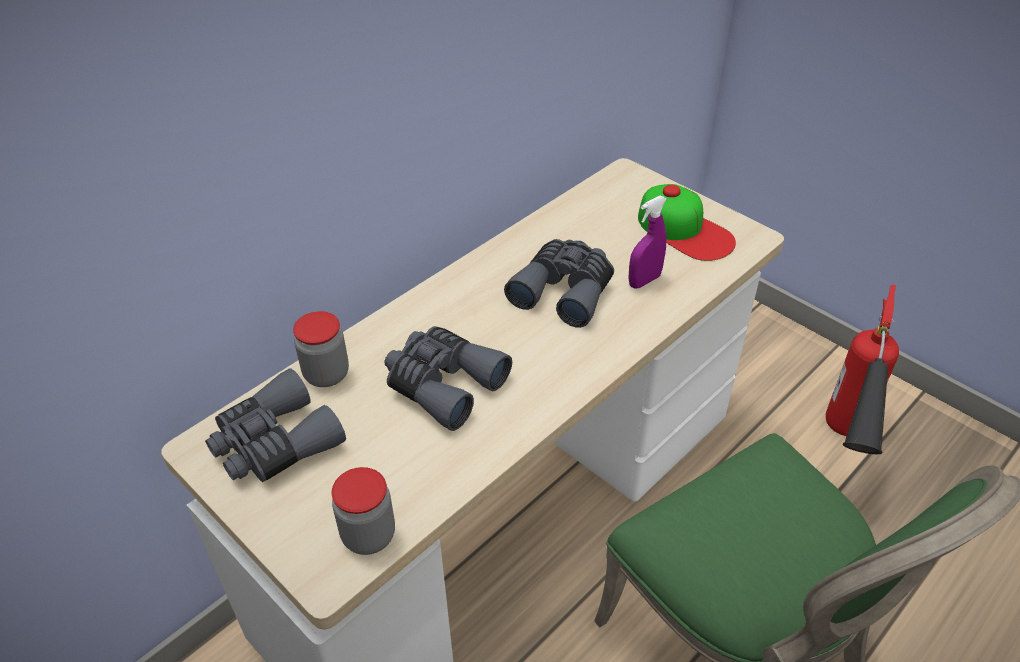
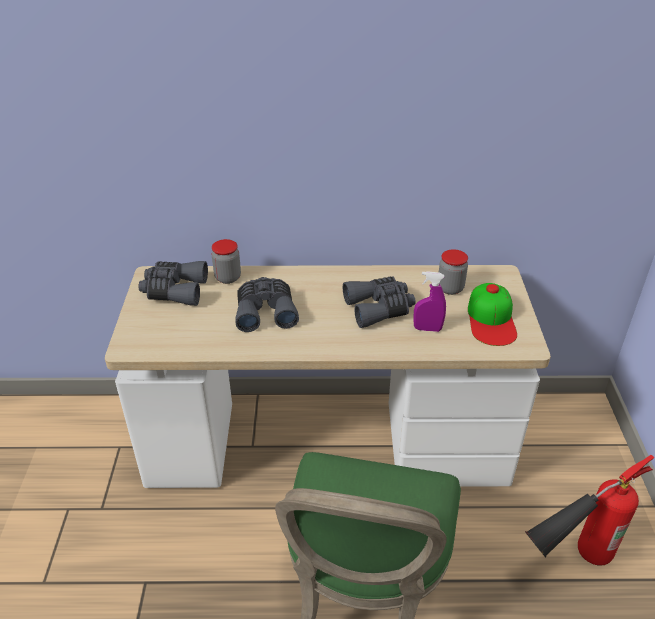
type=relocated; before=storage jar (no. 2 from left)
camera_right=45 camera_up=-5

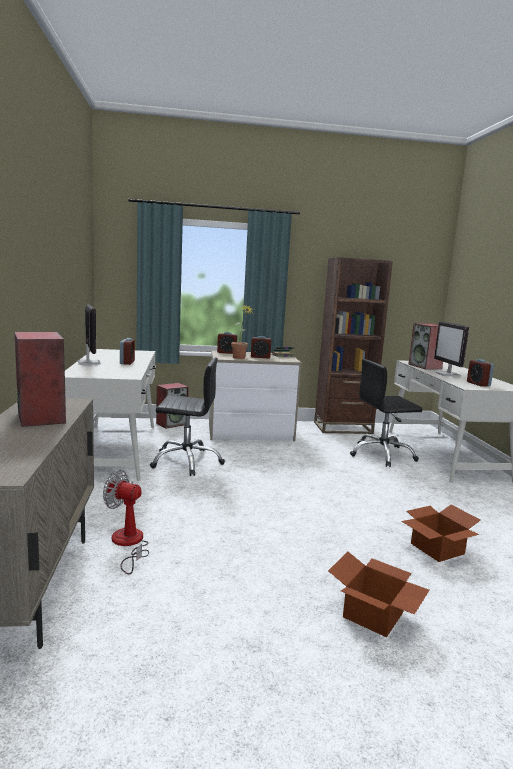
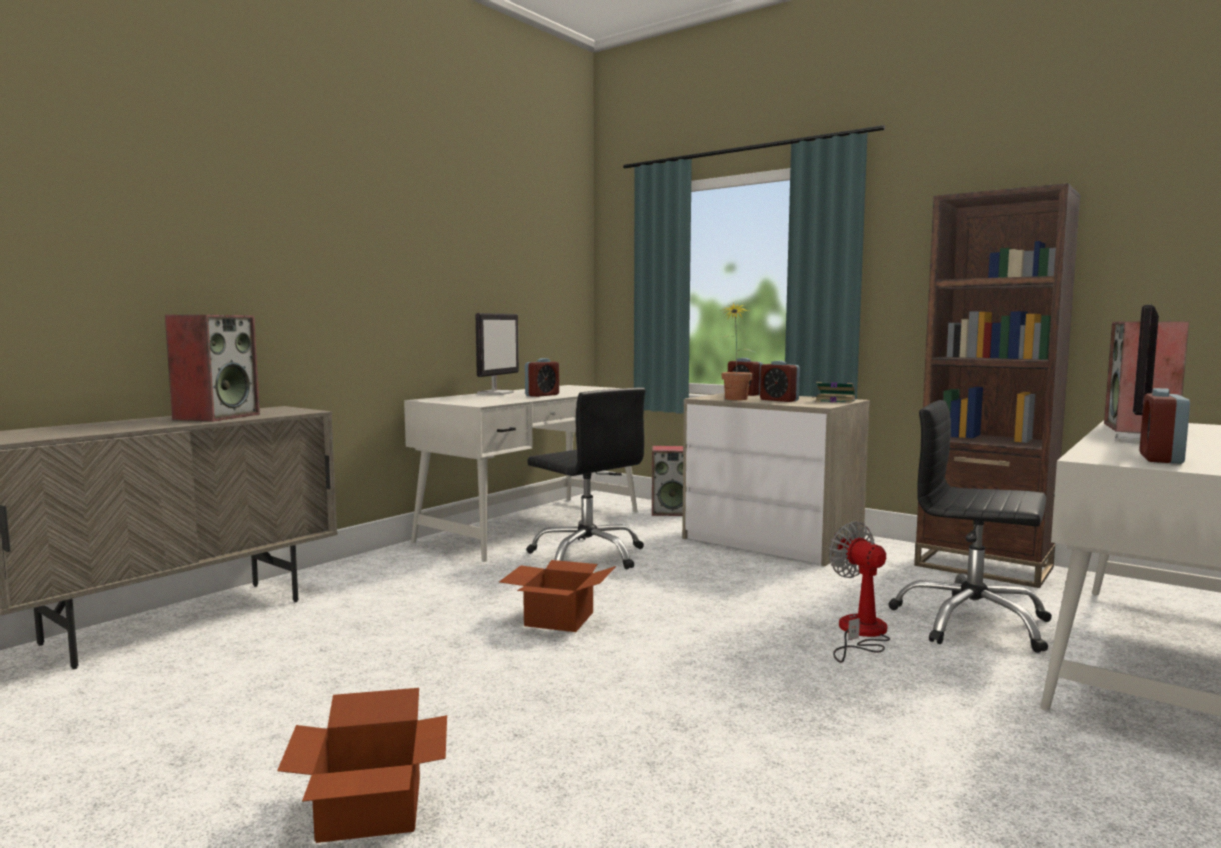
type=relocated; before=carton (no. 2 from left)
type=relocated; before=cooling fan
camera_right=45 camera_up=-5

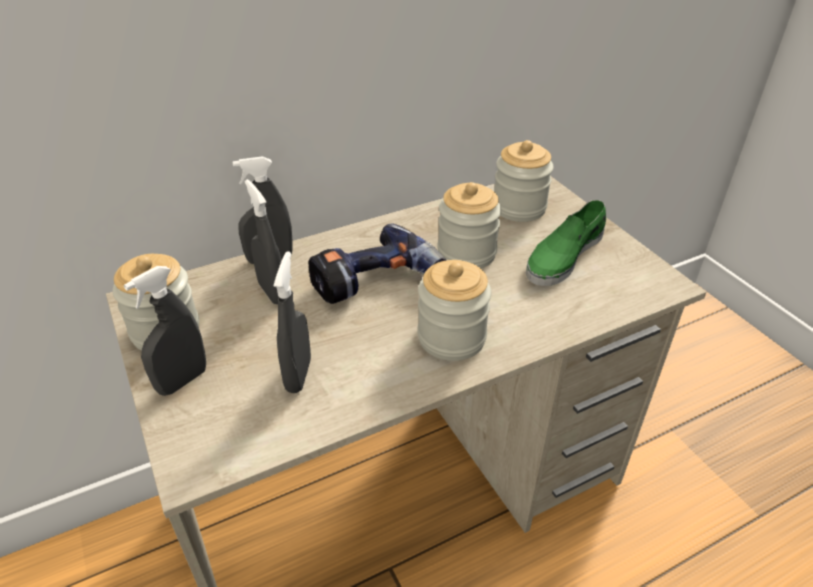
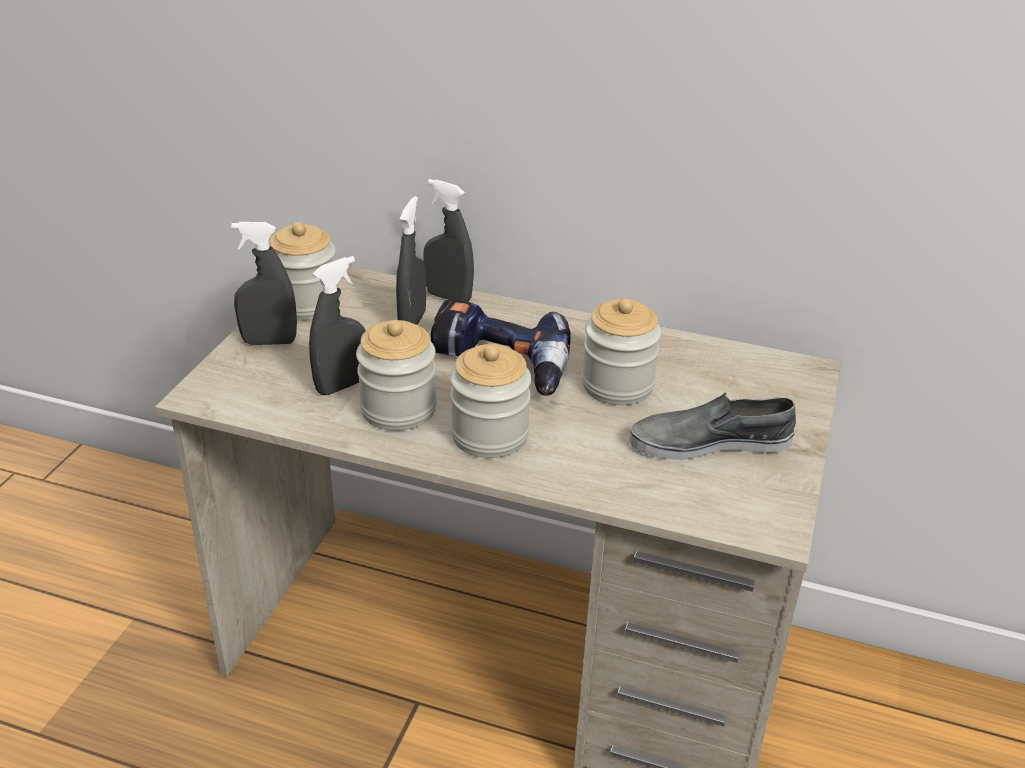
type=relocated; before=storage jar (no. 4 from left in the first image); after=storage jar (no. 2 from left)
type=colour; before=green-coloured shoe; after=grey shoe
camera_right=45 camera_up=-5

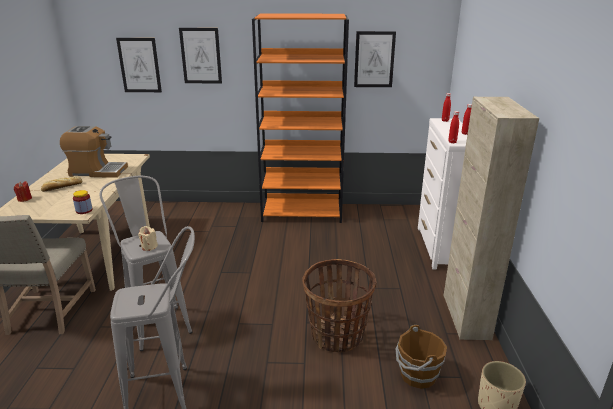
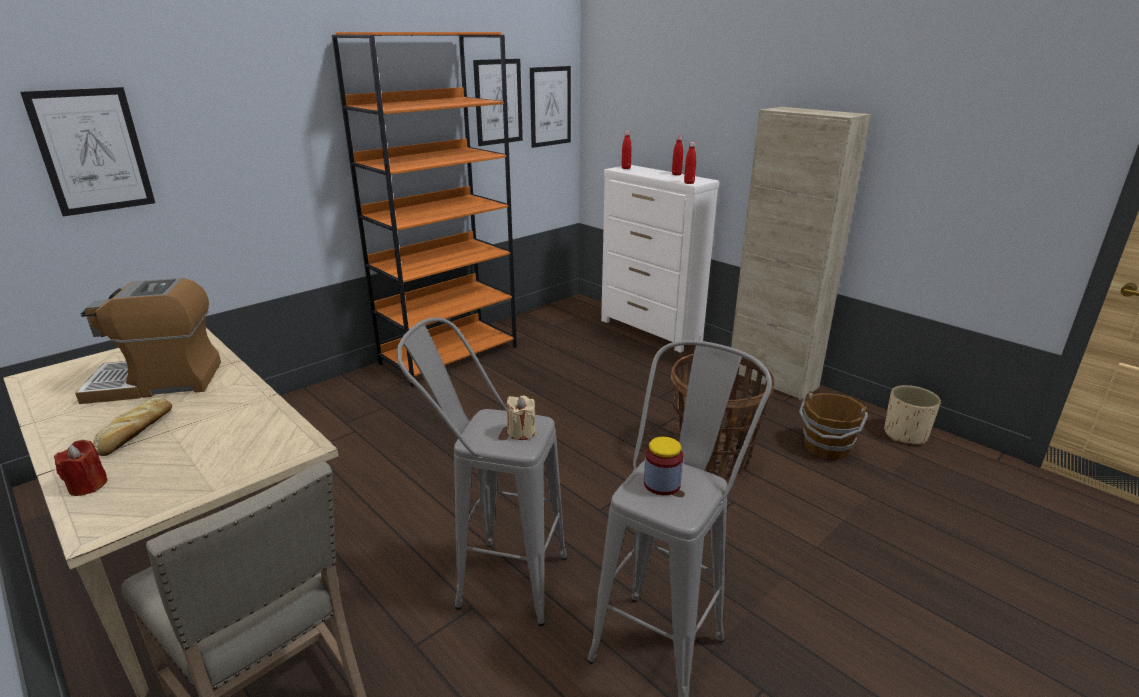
type=spun; before=coffee brewer; turn=-150
type=relocated; before=wall picture (no. 2 from left in the first image); after=wall picture (no. 3 from left)
type=relocated; before=storage jar
camera_right=-45 camera_up=0

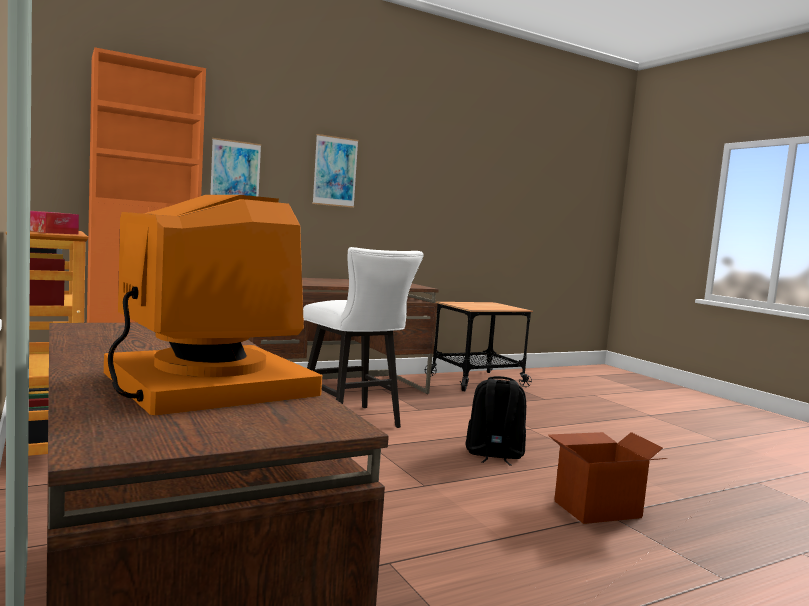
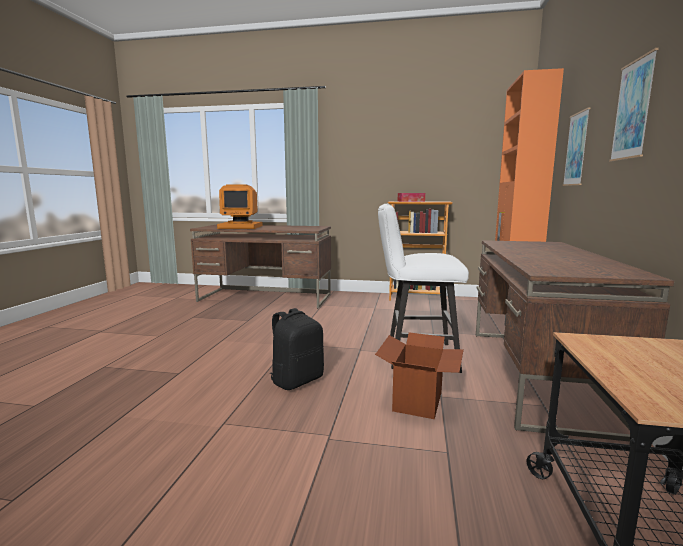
type=relocated; before=carton
camera_right=130 camera_up=5

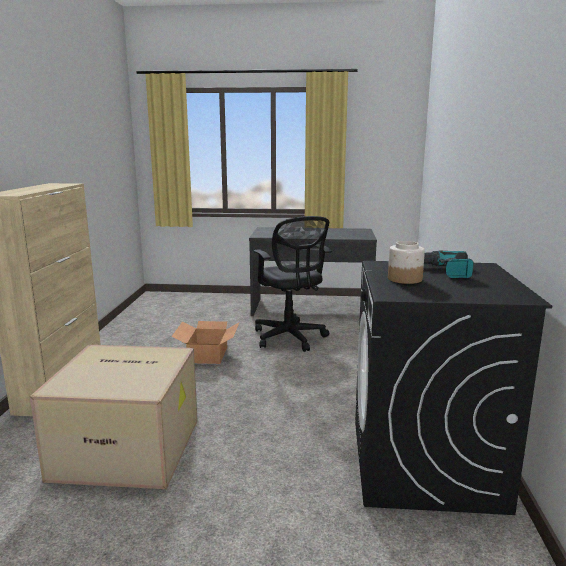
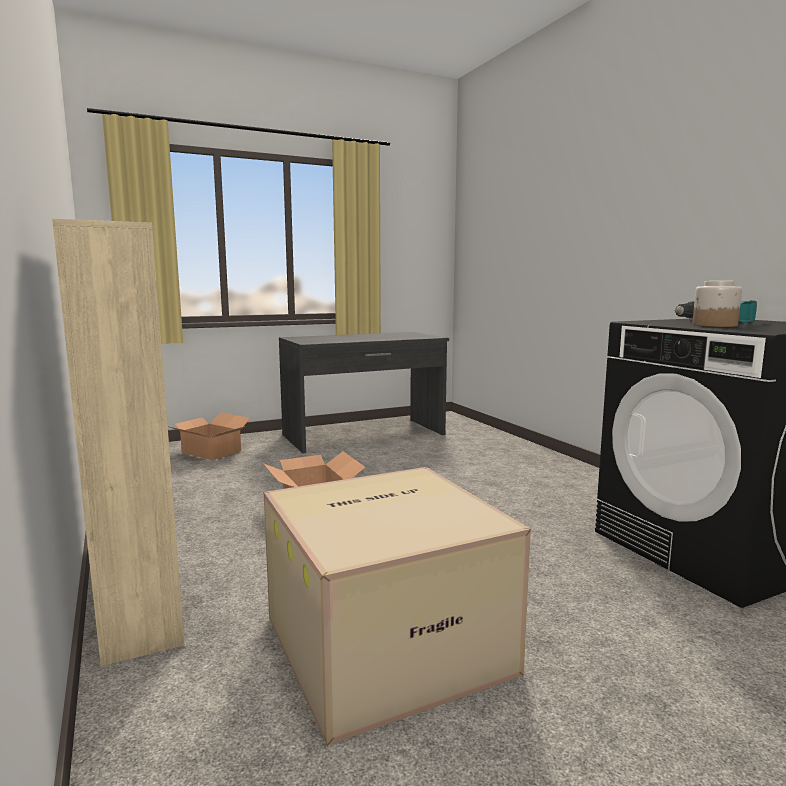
type=appeared; after=carton (no. 1 from left)
type=missing; before=black-coloured desk chair
camera_right=-30 camera_up=-5

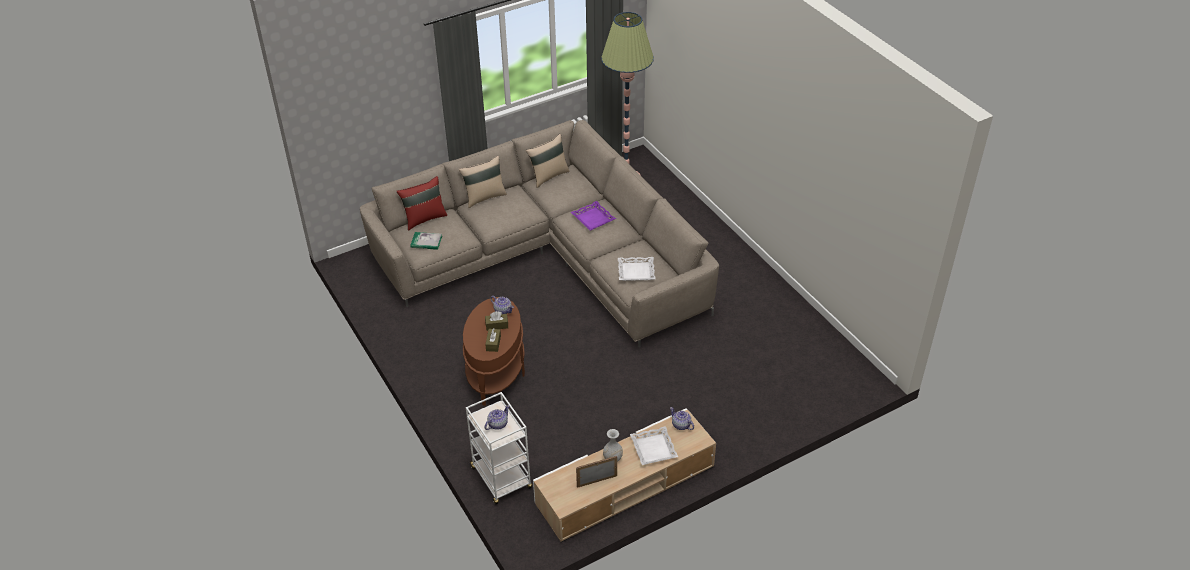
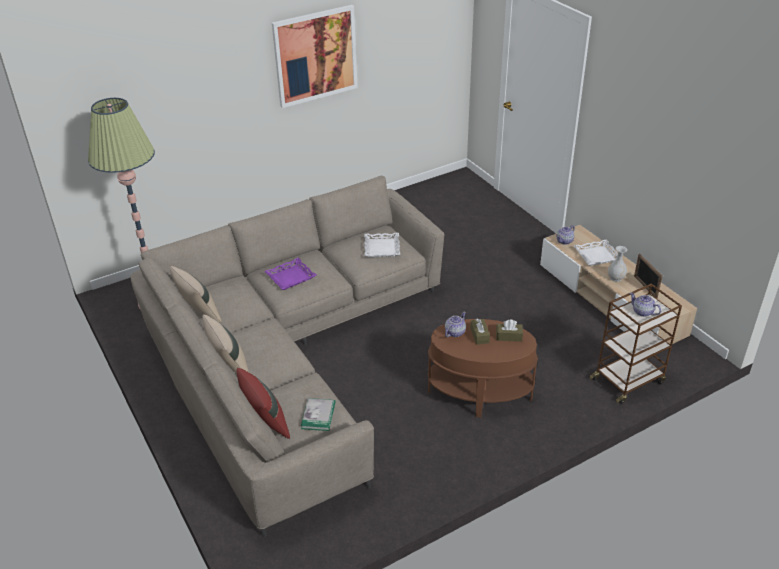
type=appeared; after=wall picture
type=colour; before=whitish cart; after=brown cart
camera_right=-90 camera_up=-5

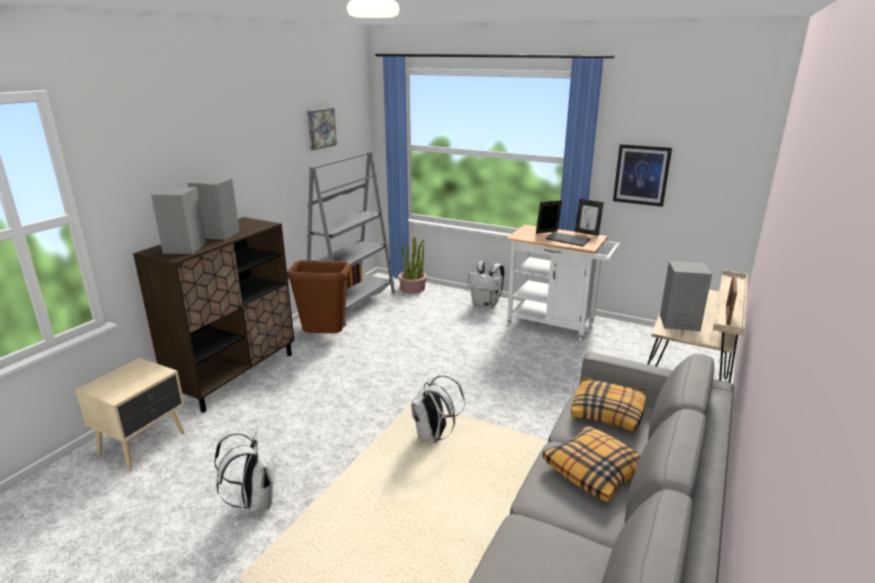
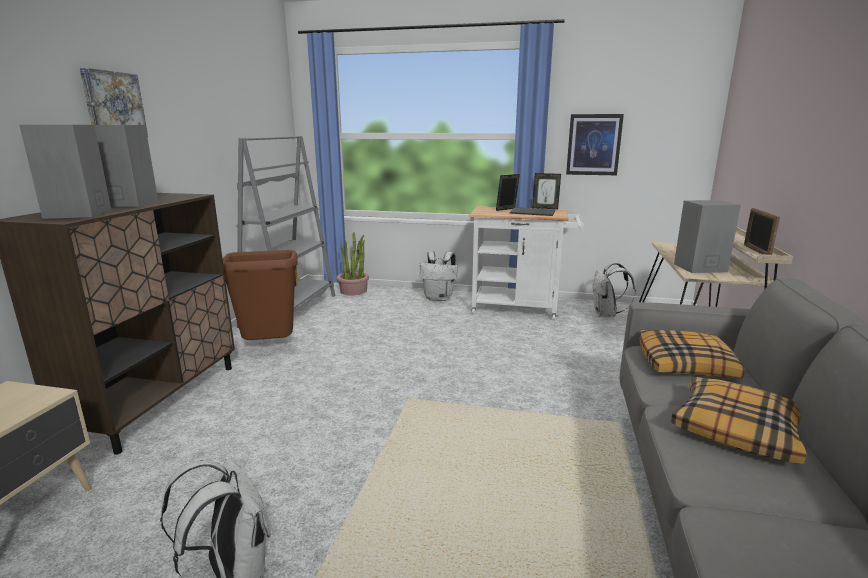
type=relocated; before=wall picture (no. 1 from left)
type=relocated; before=whitish knapsack (no. 2 from left in the first image); after=whitish knapsack (no. 3 from left)
camera_right=-15 camera_up=-5

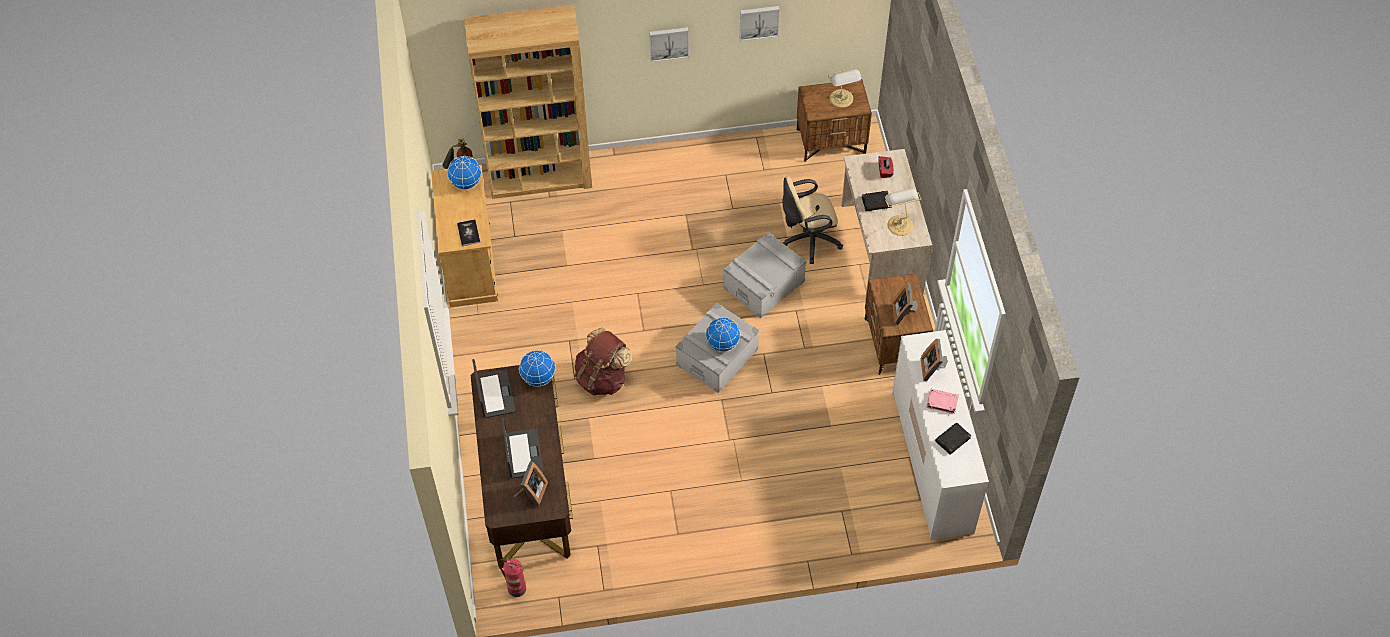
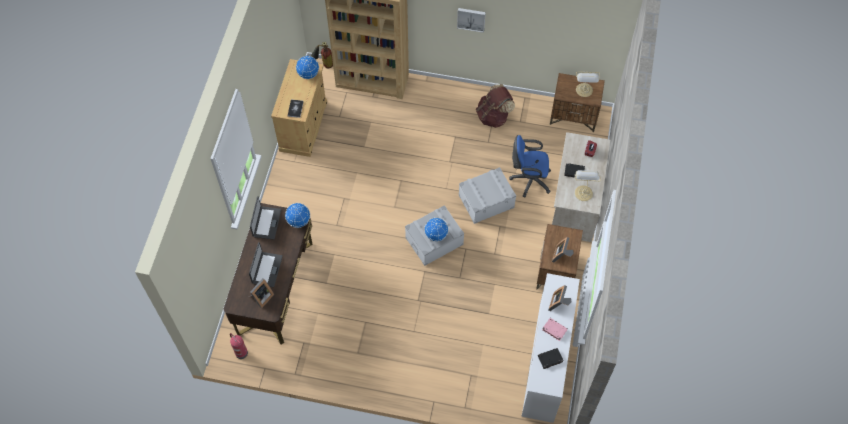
type=relocated; before=brown knapsack
type=colour; before=beige-coloured desk chair; after=blue desk chair
type=missing; before=wall picture (no. 2 from left)
camera_right=20 camera_up=5

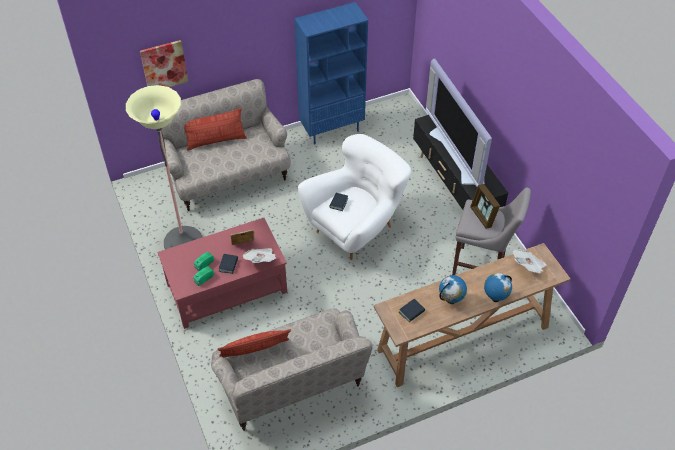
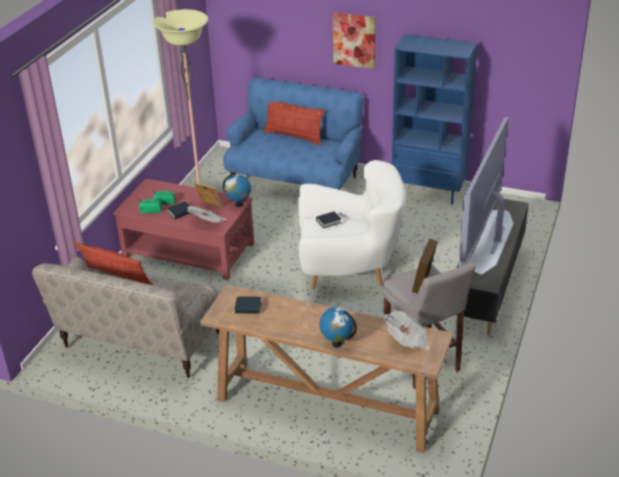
type=colour; before=beige-coloured settee (no. 1 from left); after=blue settee
type=relocated; before=desk globe (no. 1 from left)
type=relocated; before=wall picture
camera_right=45 camera_up=-15

